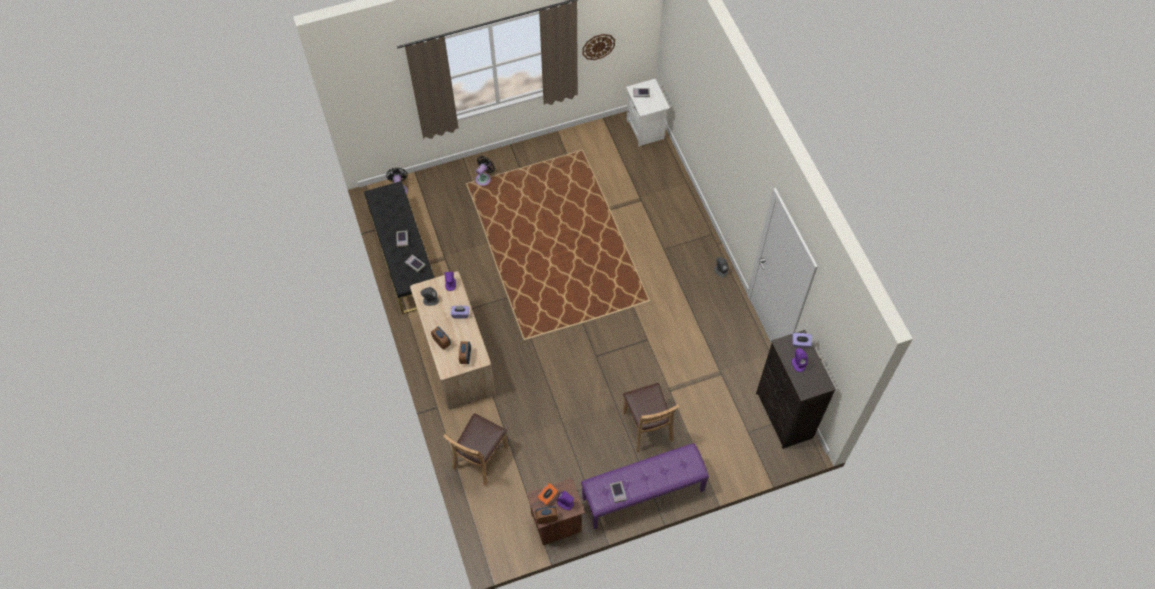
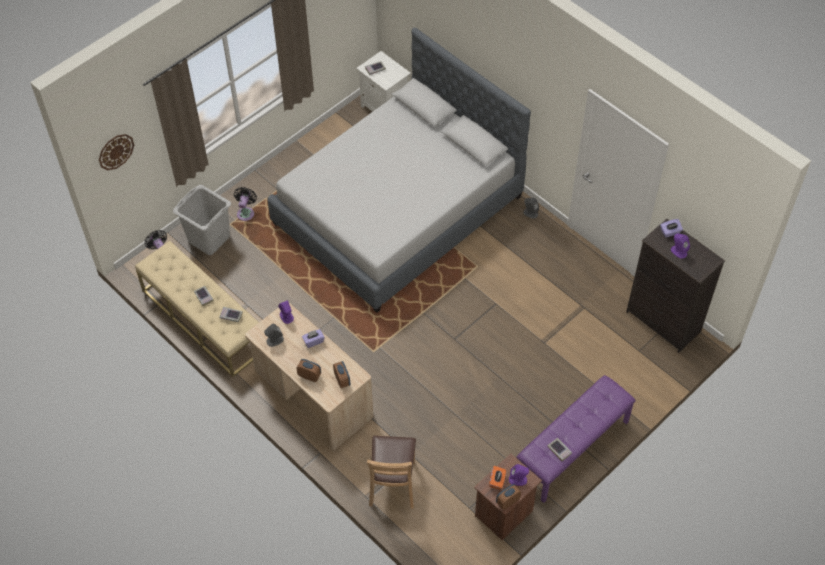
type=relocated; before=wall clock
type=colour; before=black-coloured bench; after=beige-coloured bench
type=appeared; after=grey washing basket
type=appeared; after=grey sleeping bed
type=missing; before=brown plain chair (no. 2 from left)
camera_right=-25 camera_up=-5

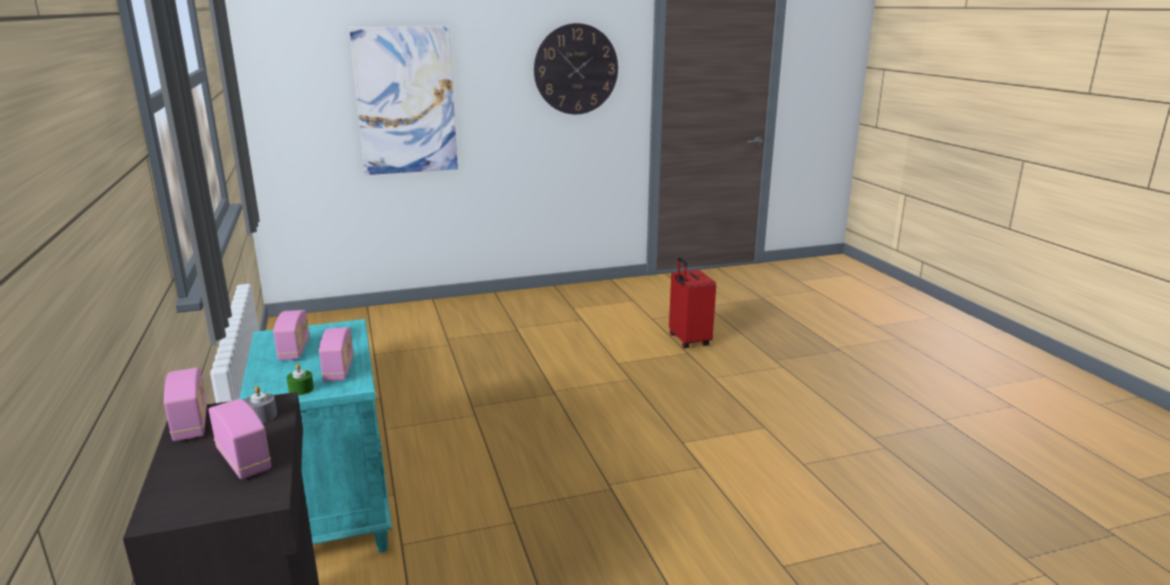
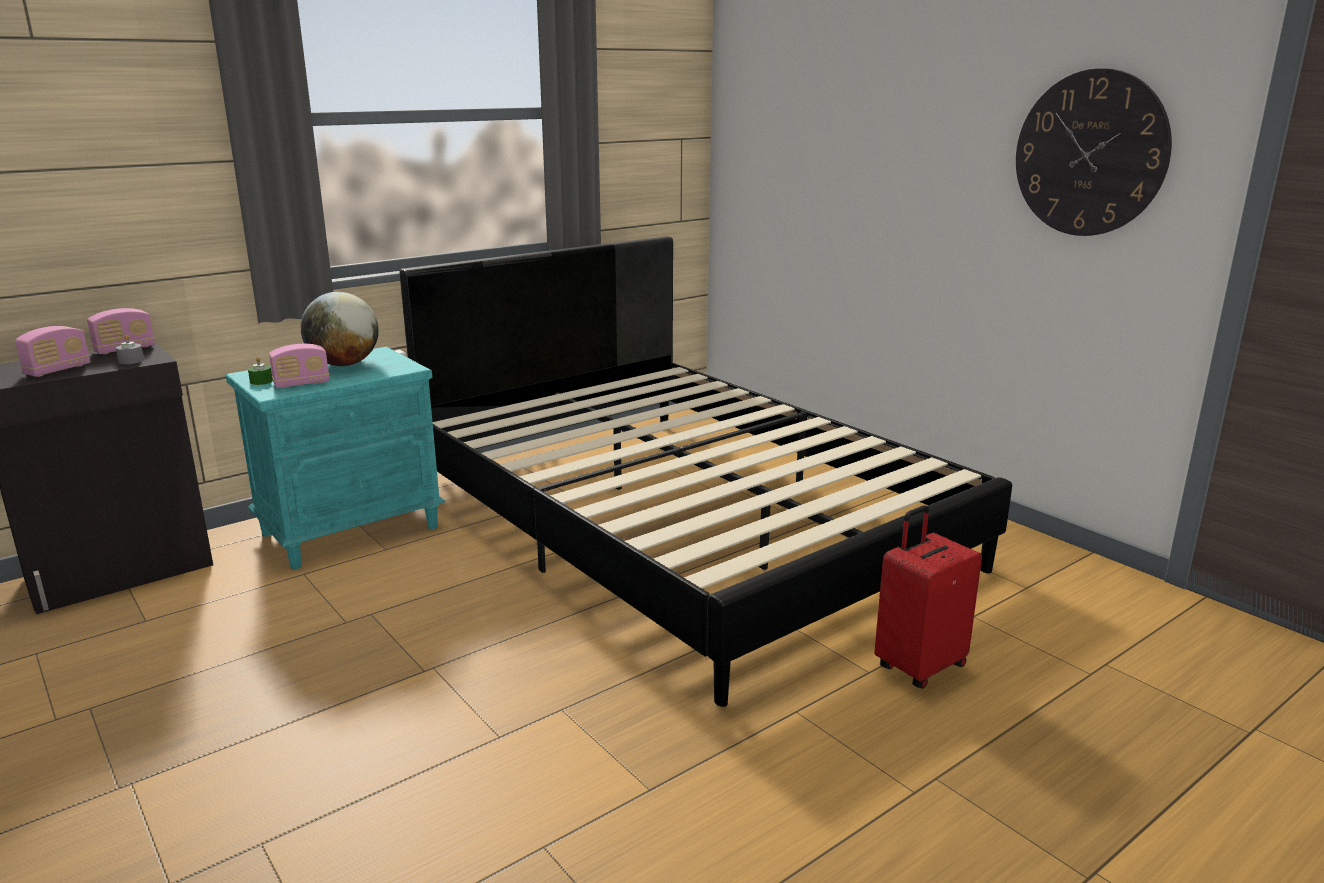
type=exchanged; before=radio (no. 3 from left); after=desk globe
type=appeared; after=black-coloured sleeping bed
type=missing; before=wall picture
camera_right=70 camera_up=0

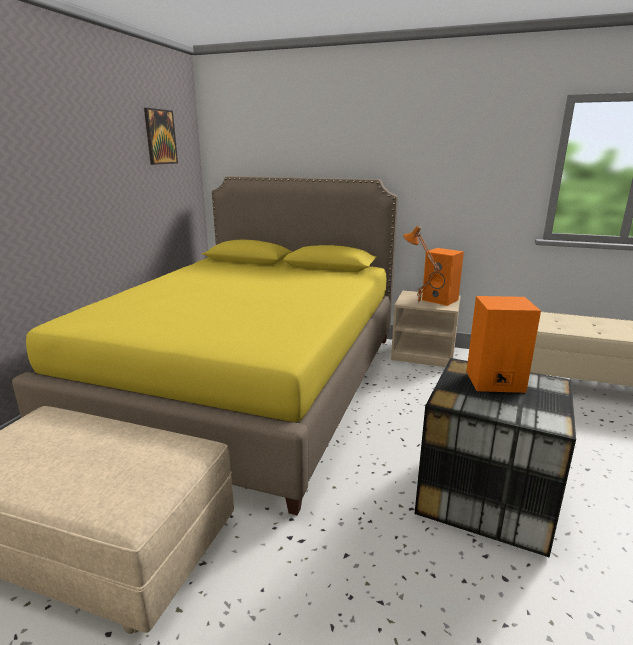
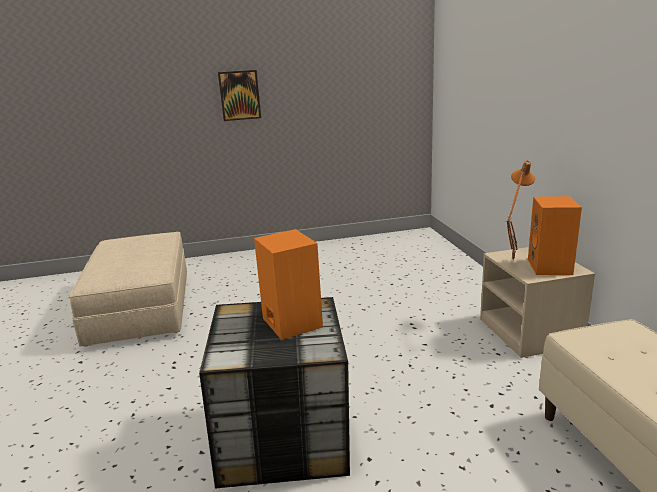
type=relocated; before=wall picture
type=missing; before=yellowish sleeping bed
camera_right=60 camera_up=0

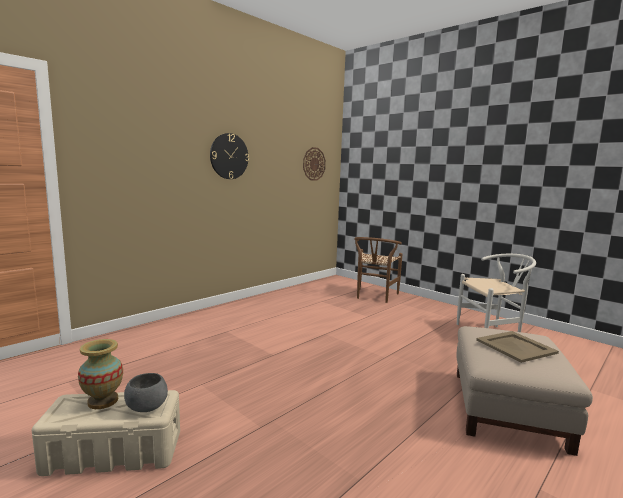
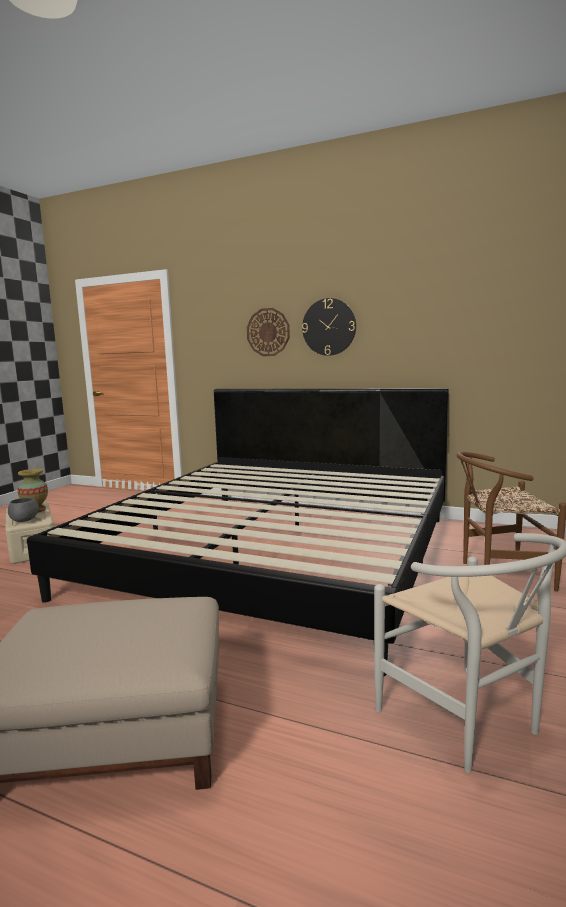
type=appeared; after=sleeping bed
type=relocated; before=wall clock (no. 2 from left in the first image); after=wall clock (no. 1 from left)
type=missing; before=beige-coloured tray
camera_right=70 camera_up=0

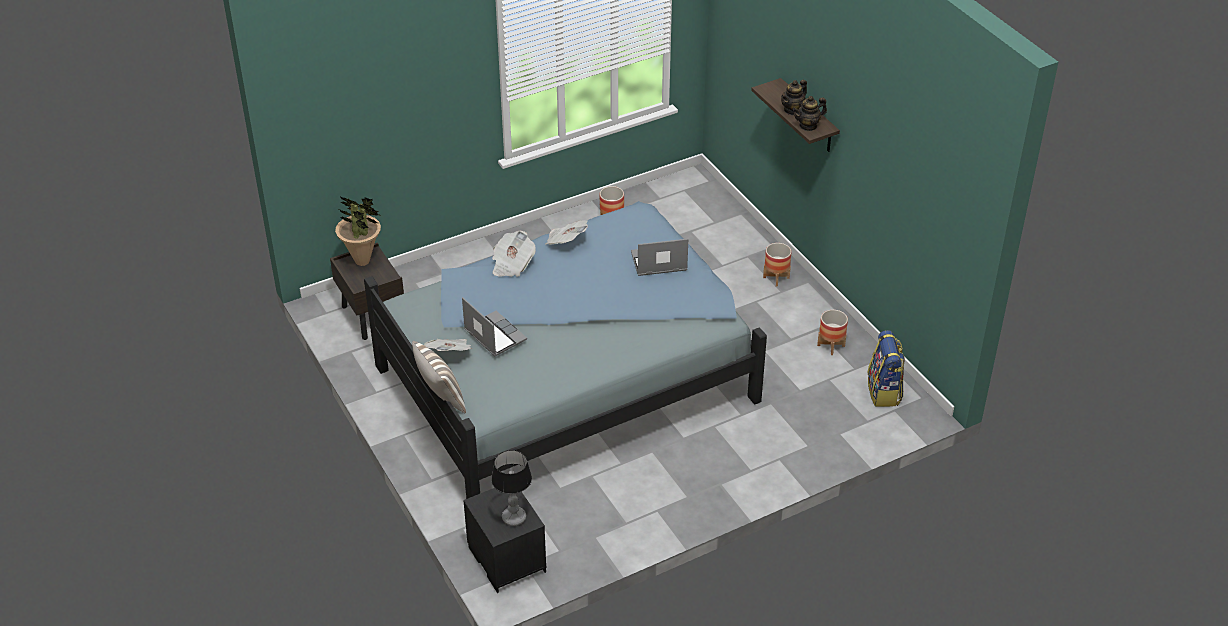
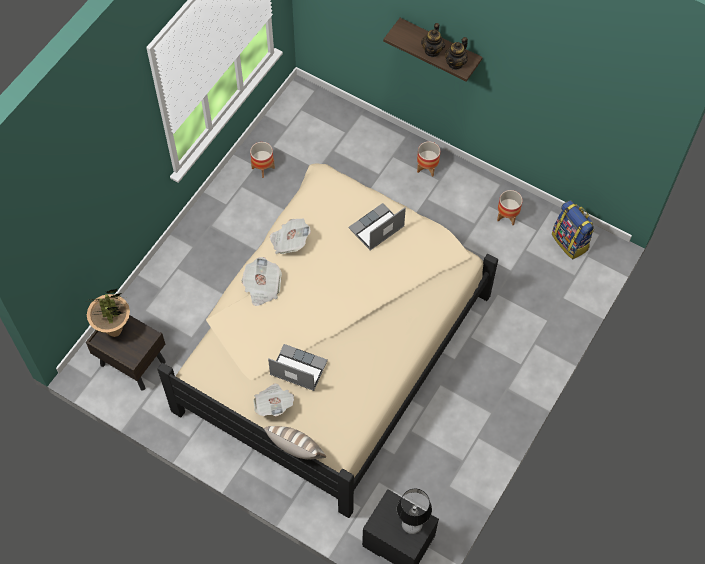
type=colour; before=blue sleeping bed; after=beige-coloured sleeping bed
camera_right=-30 camera_up=20

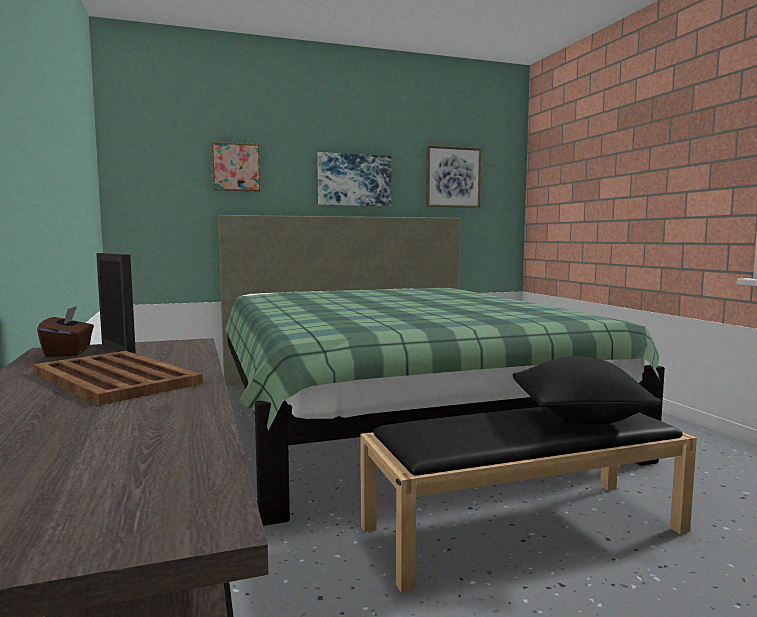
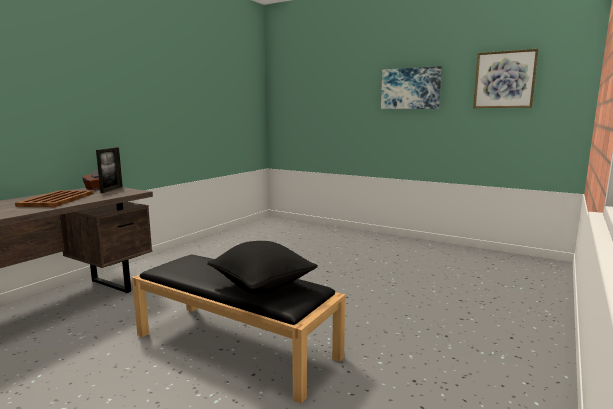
type=missing; before=wall picture (no. 1 from left)
type=missing; before=green-coloured sleeping bed
camera_right=50 camera_up=5

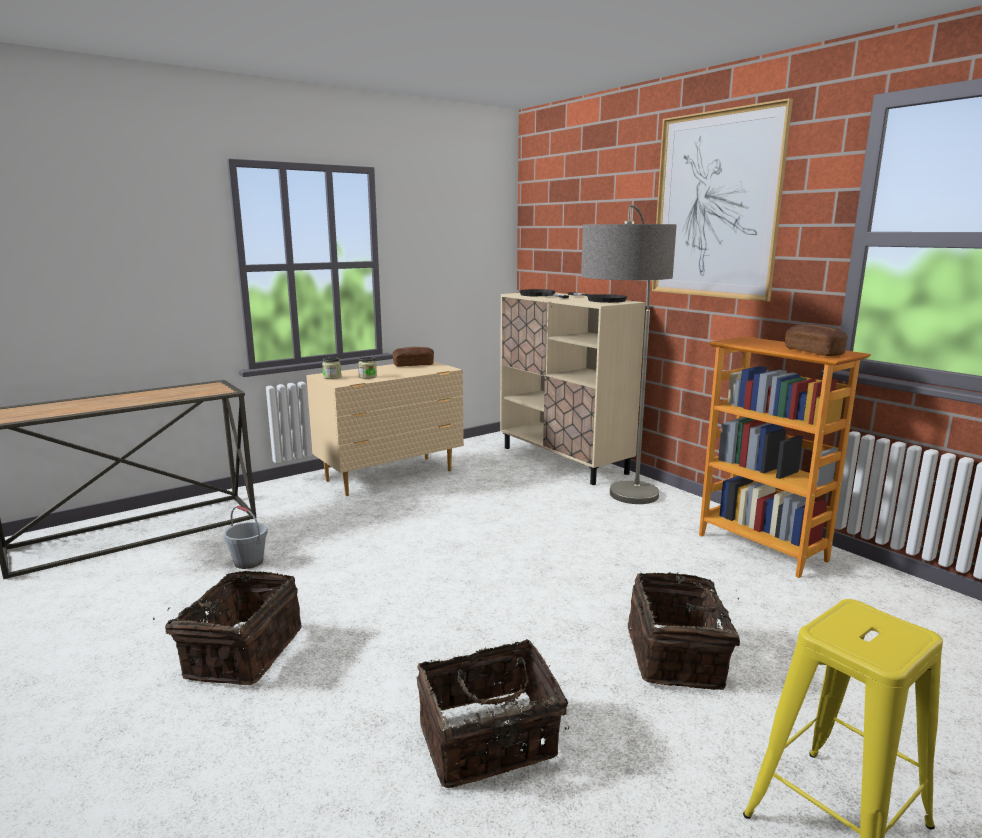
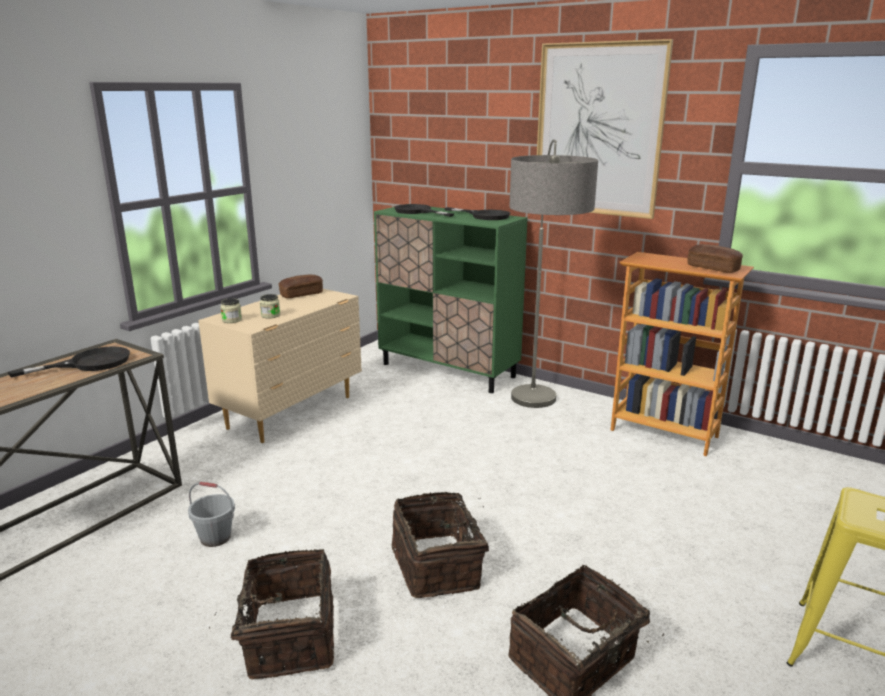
type=appeared; after=black-coloured pan (no. 1 from left)
type=colour; before=beige-coloured cupboard; after=green-coloured cupboard
type=relocated; before=household basket (no. 3 from left in the first image); after=household basket (no. 2 from left)
camera_right=-20 camera_up=5

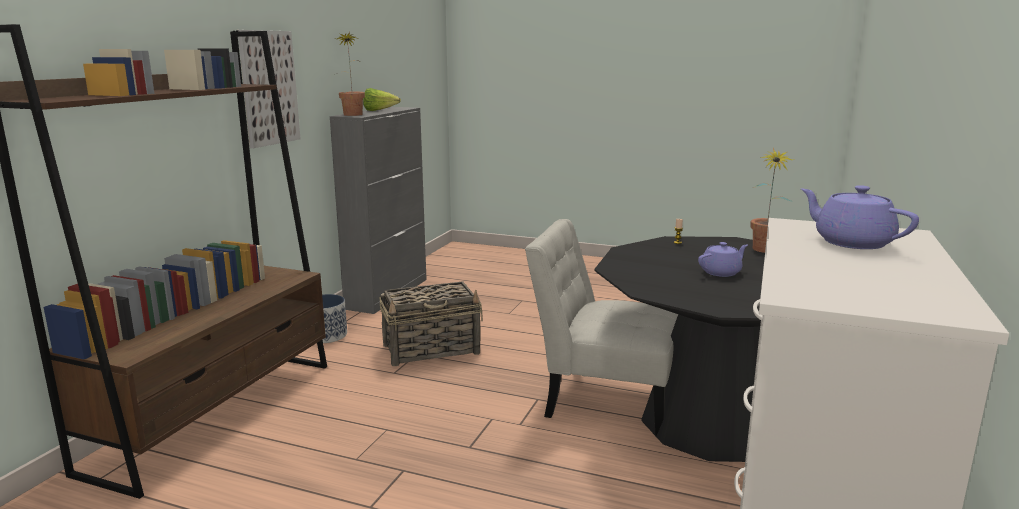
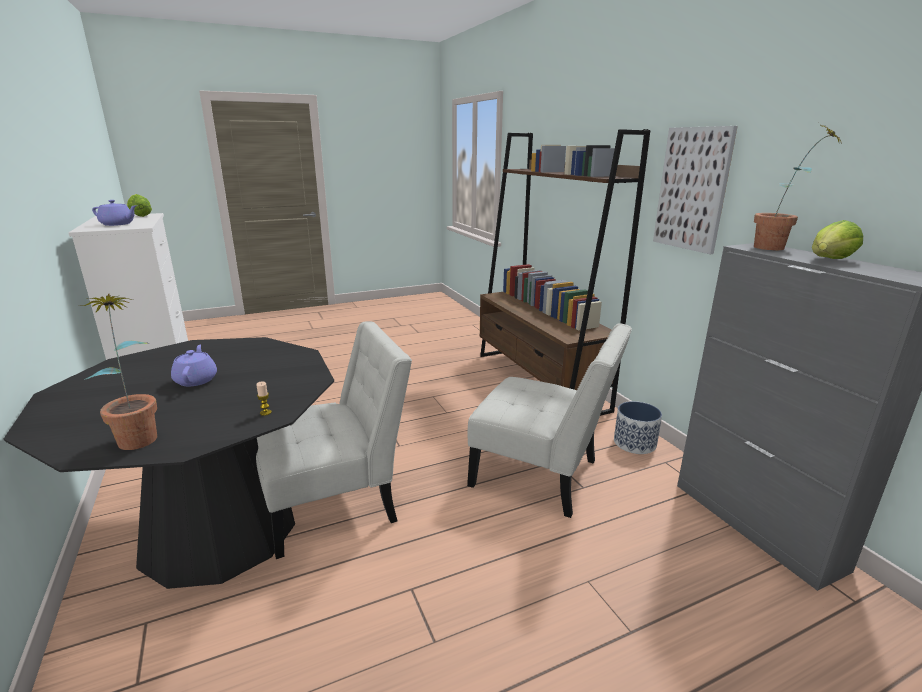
type=appeared; after=lettuce (no. 1 from left)
type=spun; before=purple-coloured teapot (no. 1 from left in the first image); turn=150
type=exchanged; before=household basket; after=whitish plain chair (no. 2 from left)
camera_right=135 camera_up=5

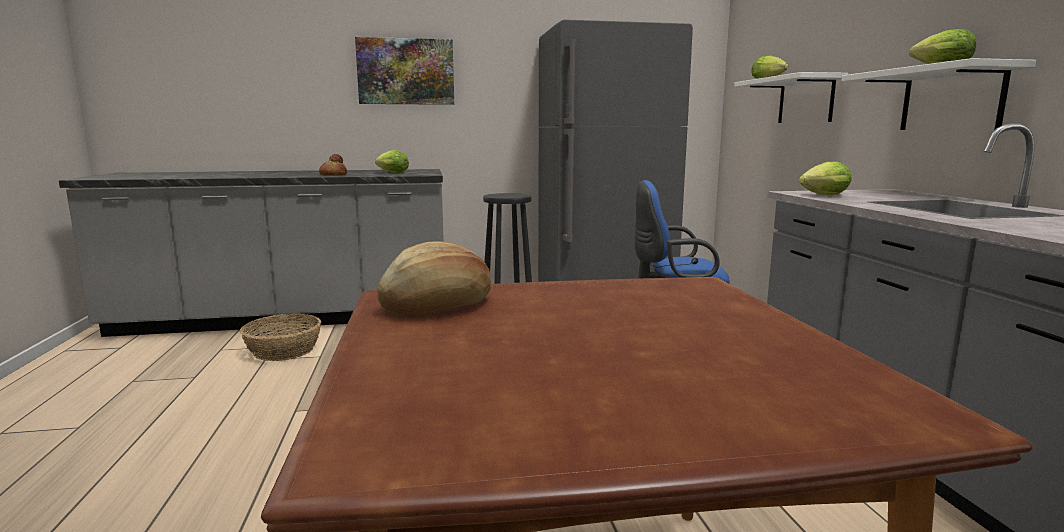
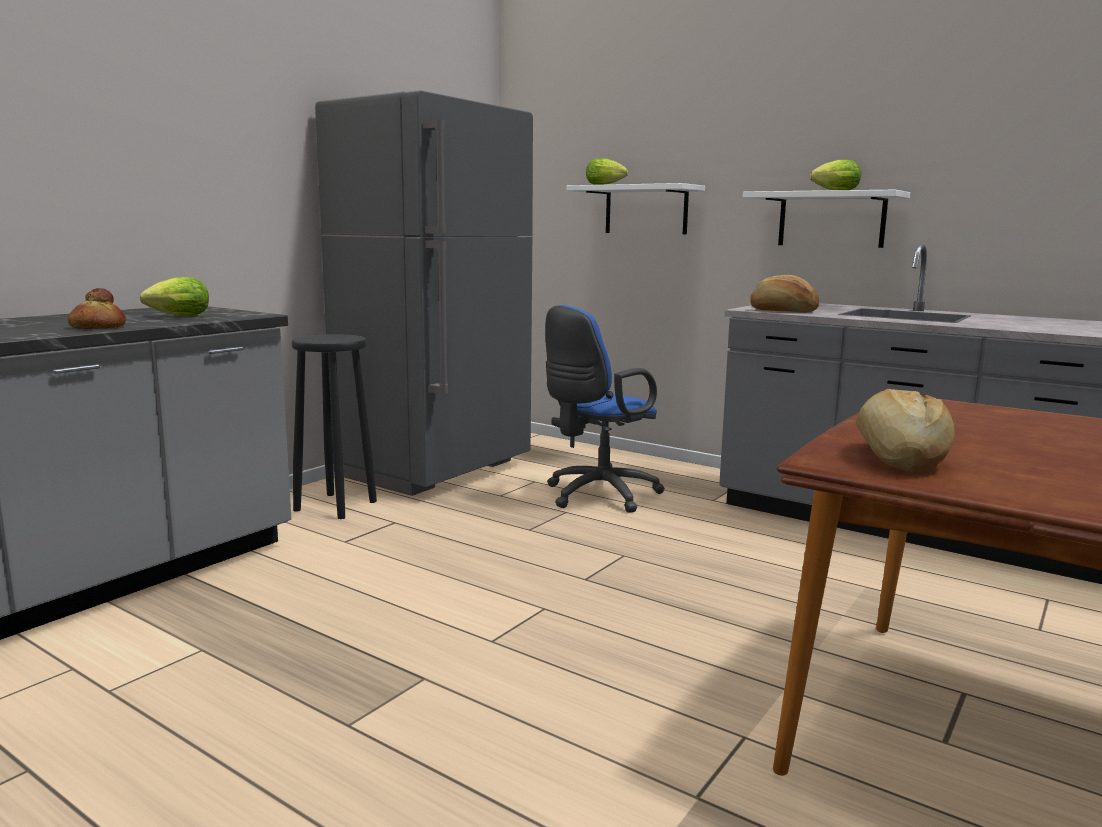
type=exchanged; before=lettuce (no. 3 from left); after=baked bread (no. 2 from left)
type=missing; before=household basket
type=missing; before=wall picture
camera_right=-45 camera_up=0

